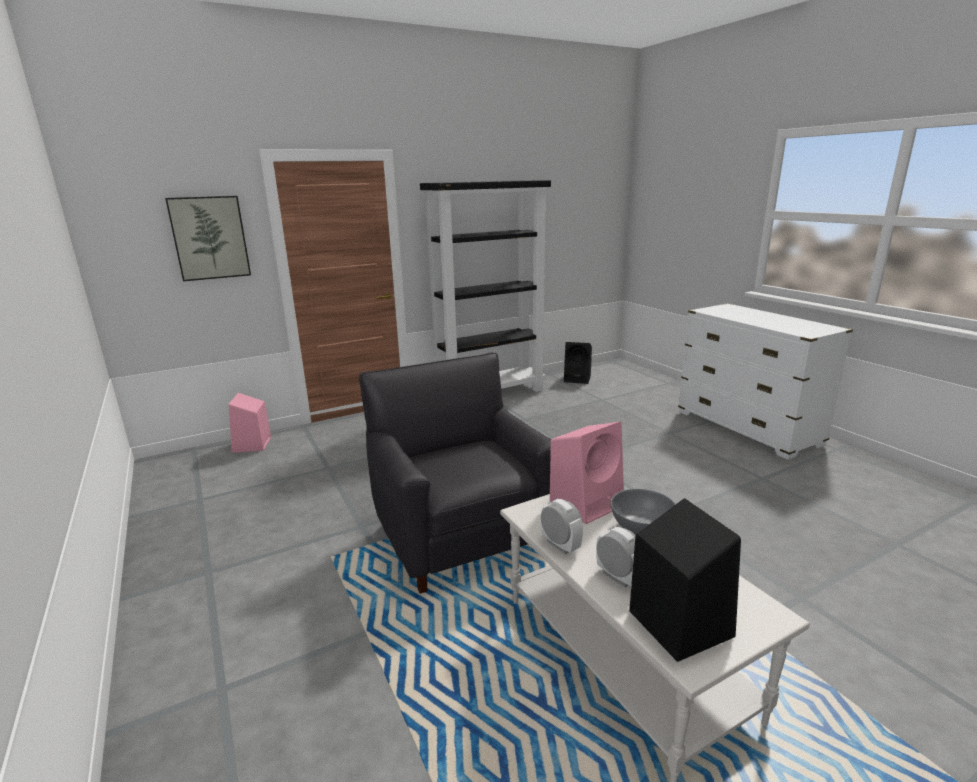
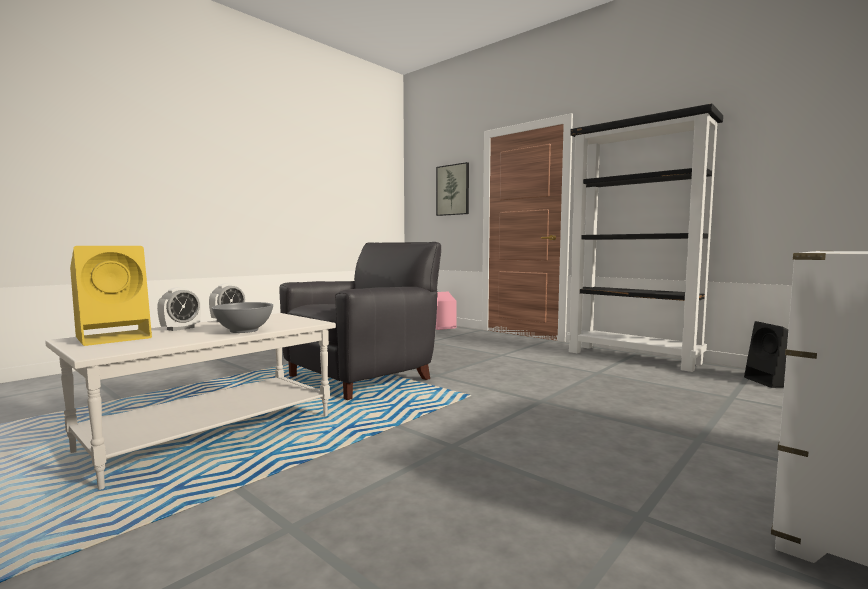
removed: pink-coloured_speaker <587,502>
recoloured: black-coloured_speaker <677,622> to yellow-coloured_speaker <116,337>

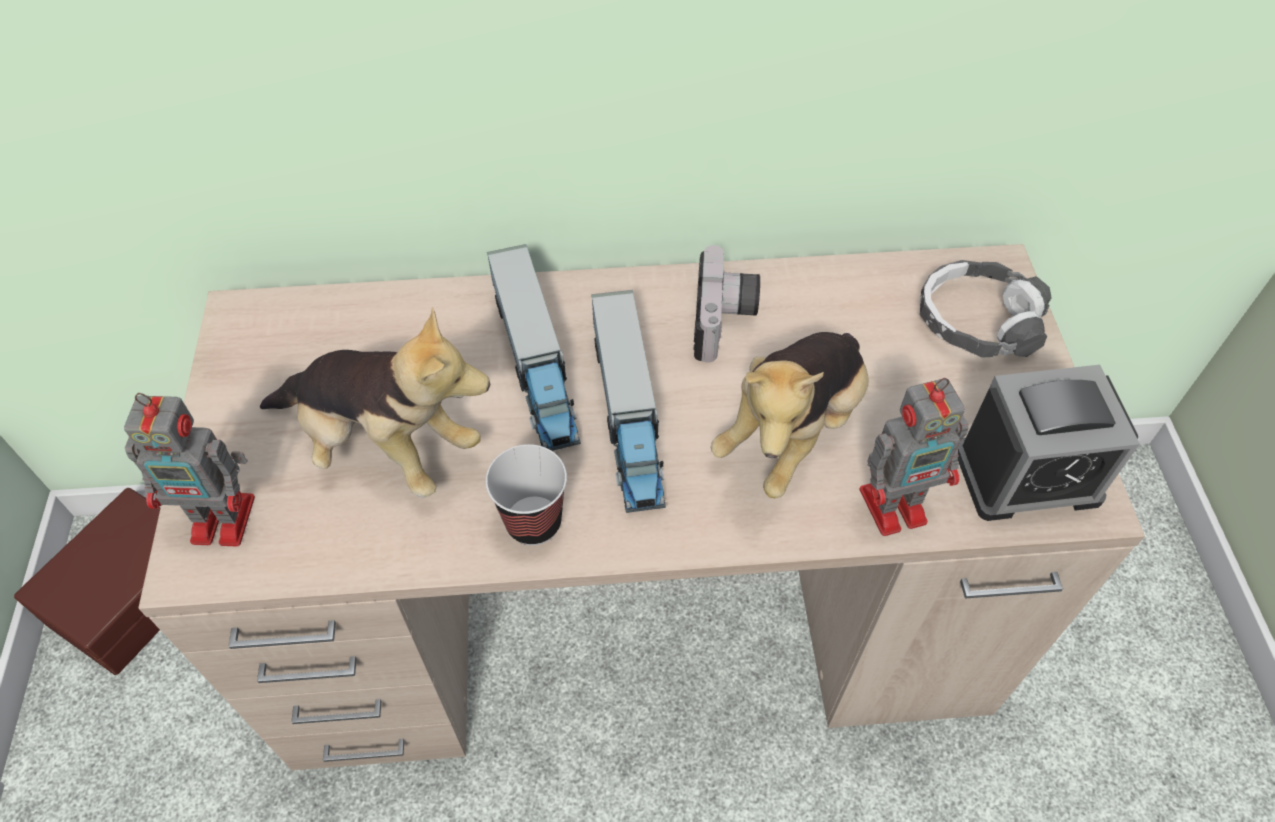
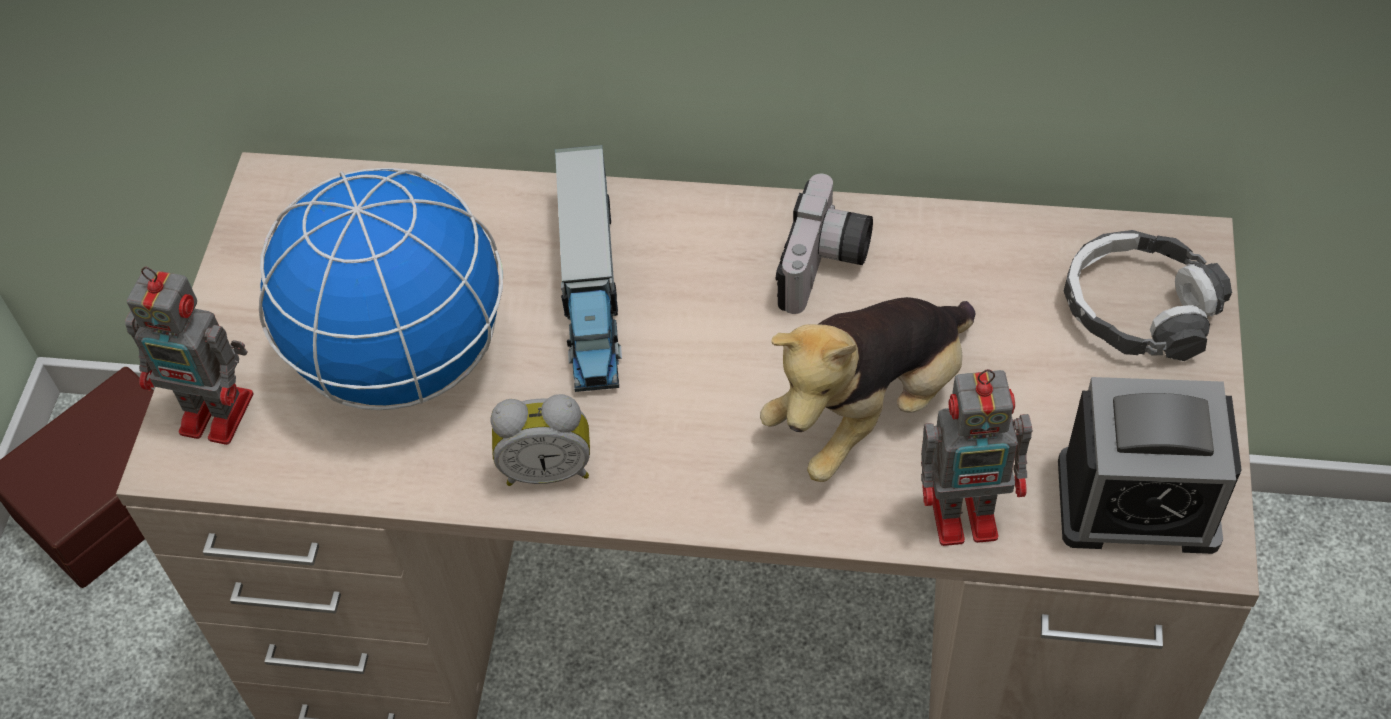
removed: model_truck <628,416>
replaced: plush_toy <383,446> to desk_globe <401,359>; drinking_cup <533,522> to alarm_clock <547,468>

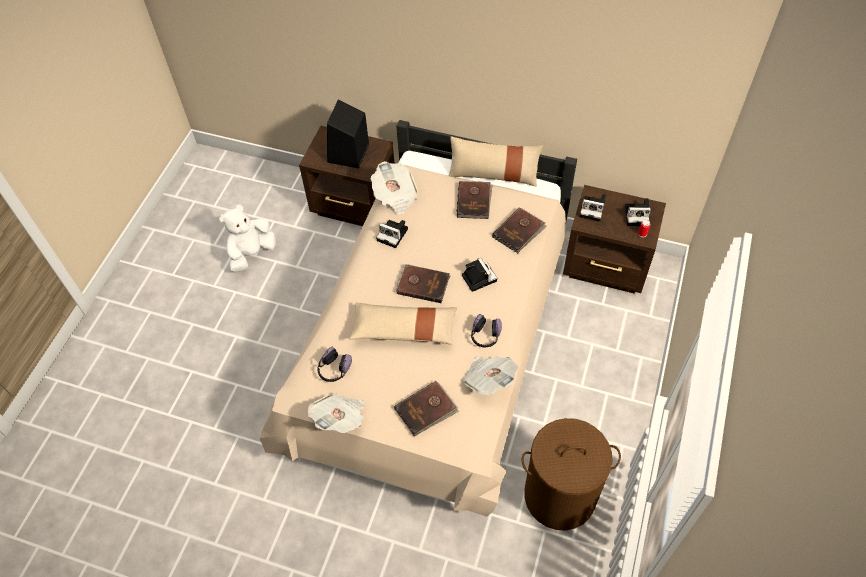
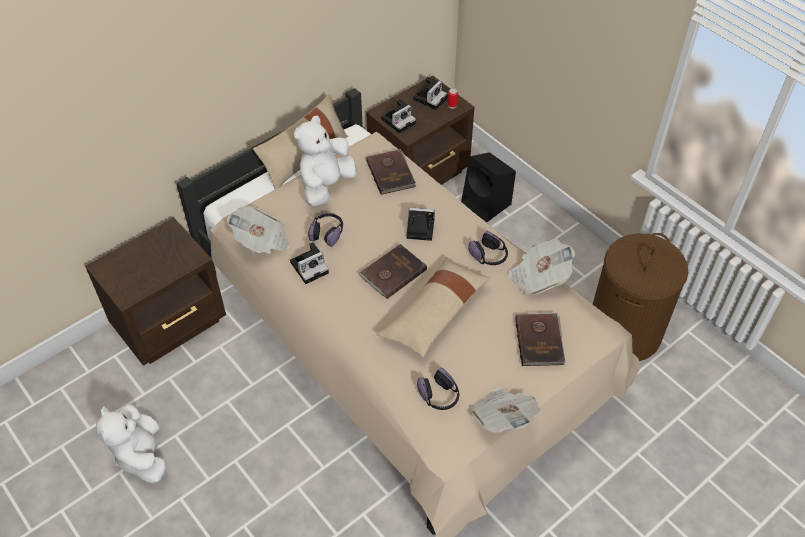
added: pair_of_headphones <327,233>
moved: black-coloured_speaker <348,154> to <487,204>
replaced: brown-coloured_bound_book <474,201> to white-coloured_plush_toy <326,186>

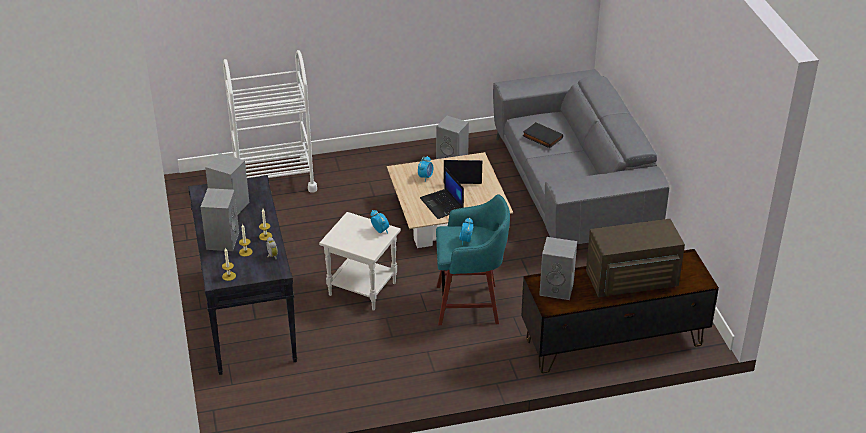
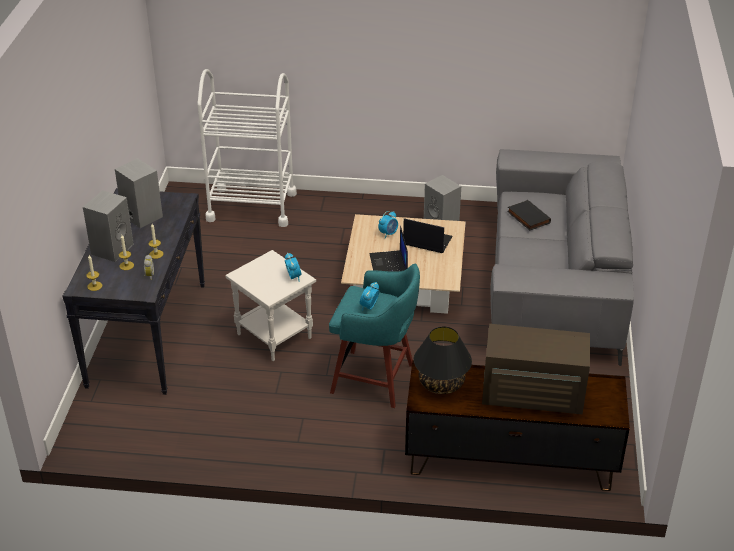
replaced: gray_speaker <557,288> to black-coloured_lamp_for_a_table <441,383>

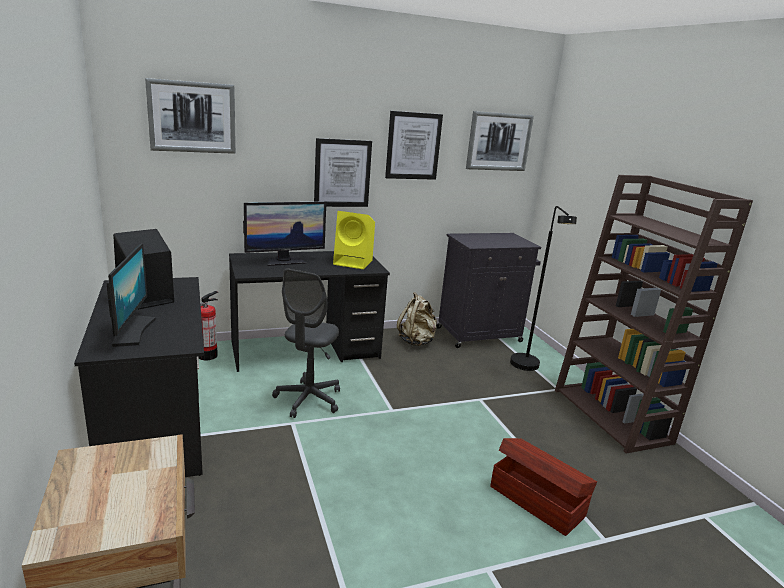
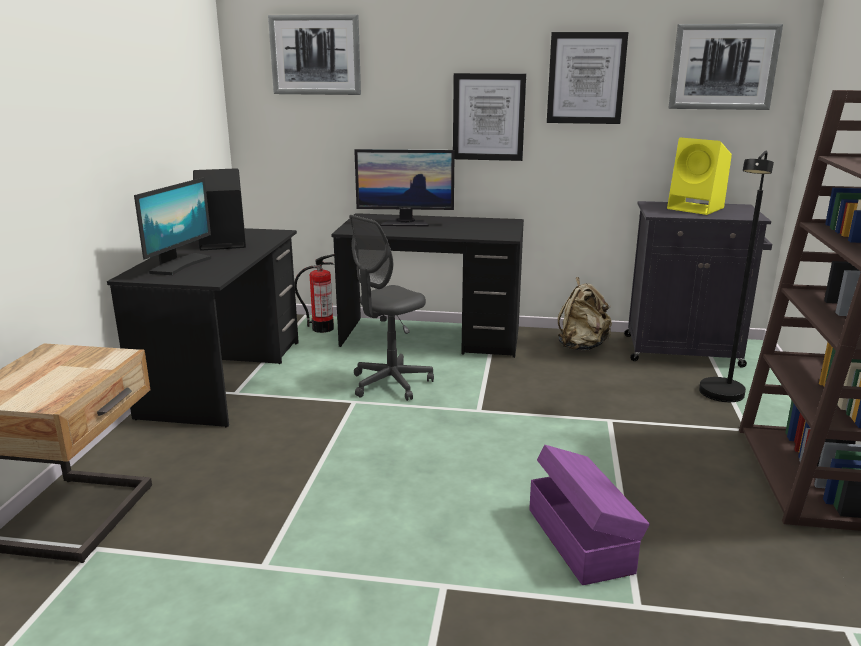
moved: yellow-coloured_speaker <354,262> to <697,208>
recoloured: brown-coloured_storage_bin <536,500> to purplish_storage_bin <580,539>

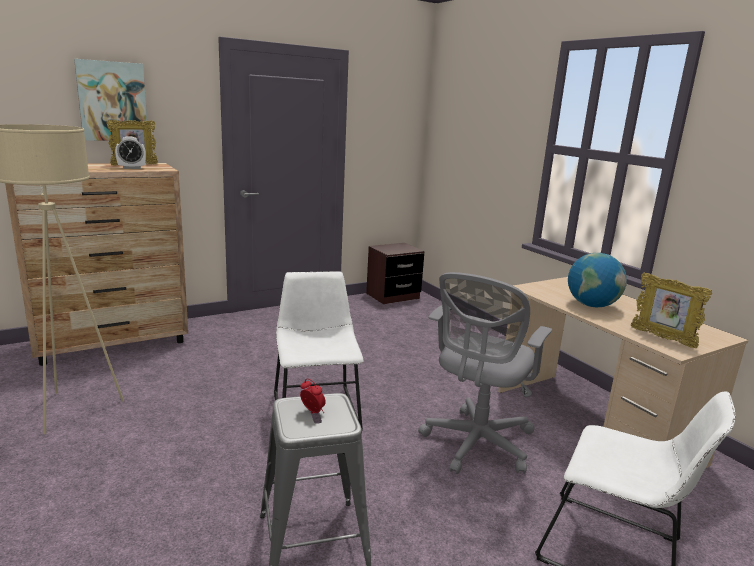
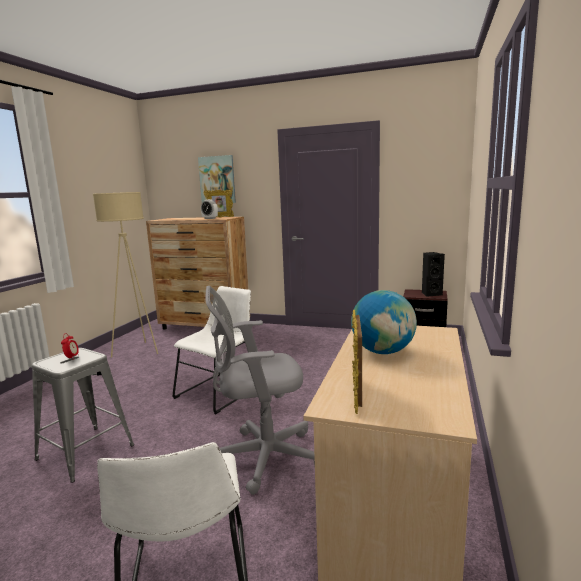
added: black-coloured_speaker <431,294>

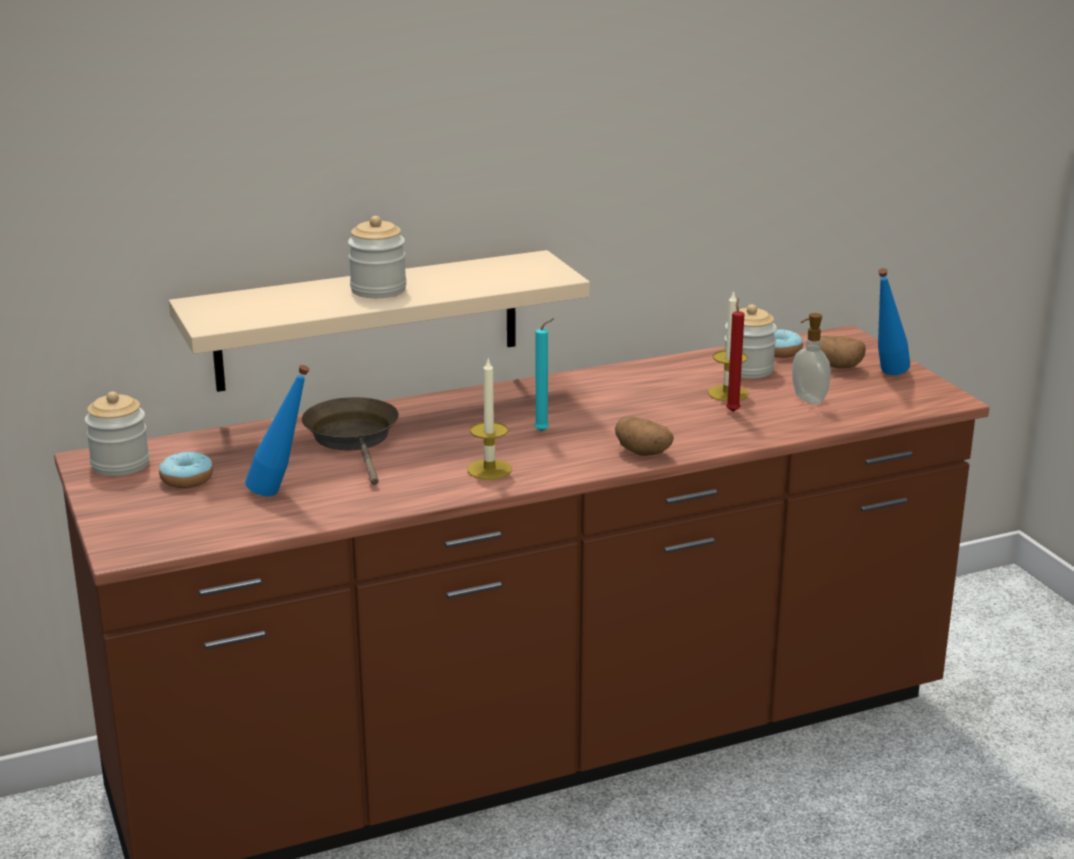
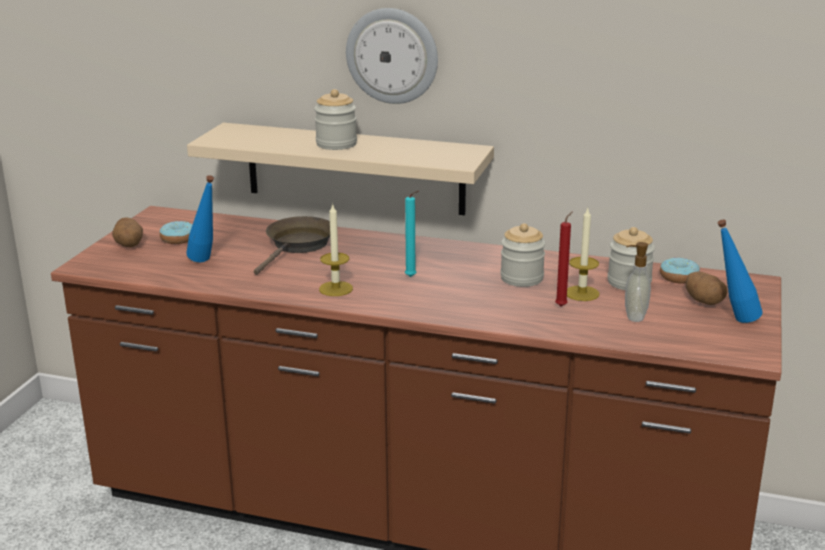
added: hanging_clock <392,55>
moved: storage_jar <120,464> to <521,278>; potato <644,453> to <129,245>

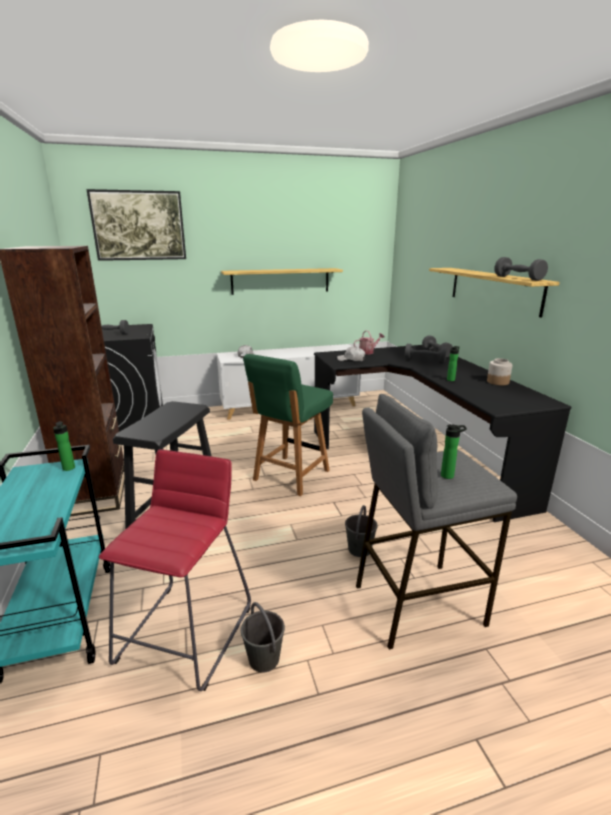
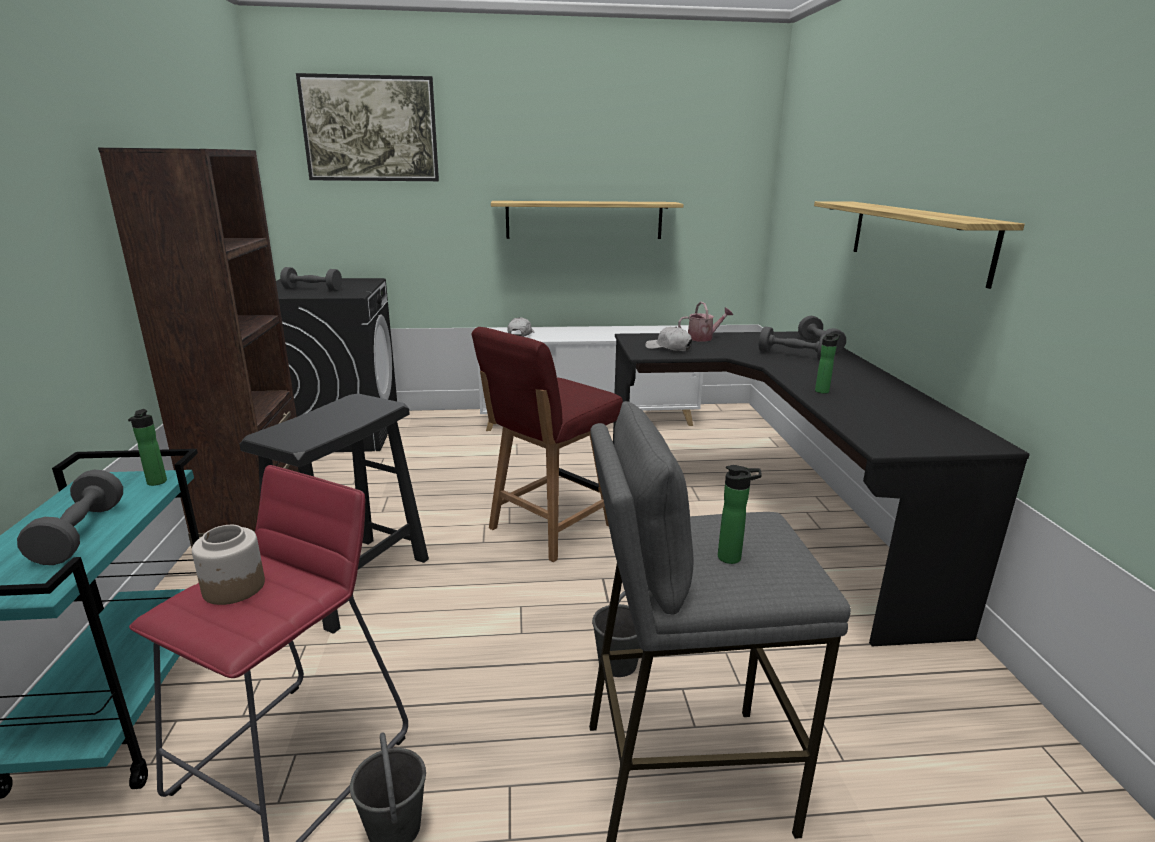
moved: gray_dumbbell <518,278> to <80,534>; storage_jar <497,382> to <233,587>
recoloured: green-coloured_upright_chair <290,476> to red-coloured_upright_chair <549,528>

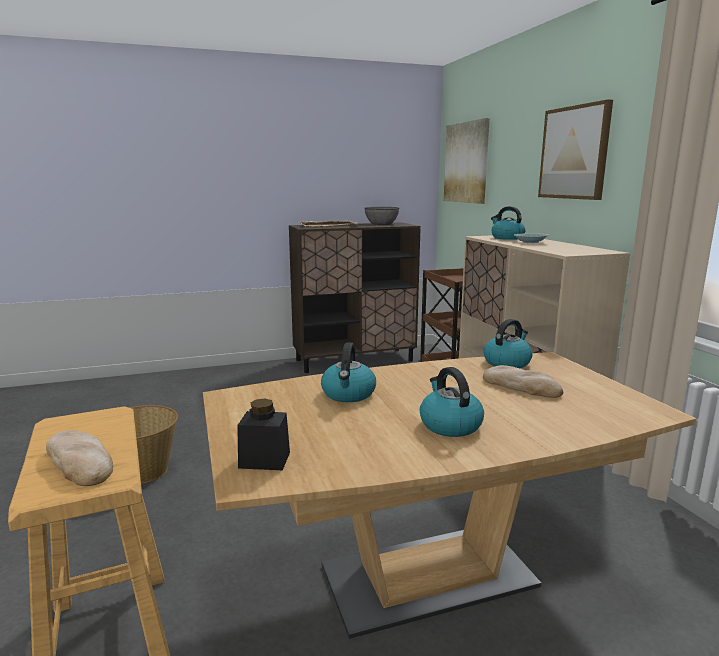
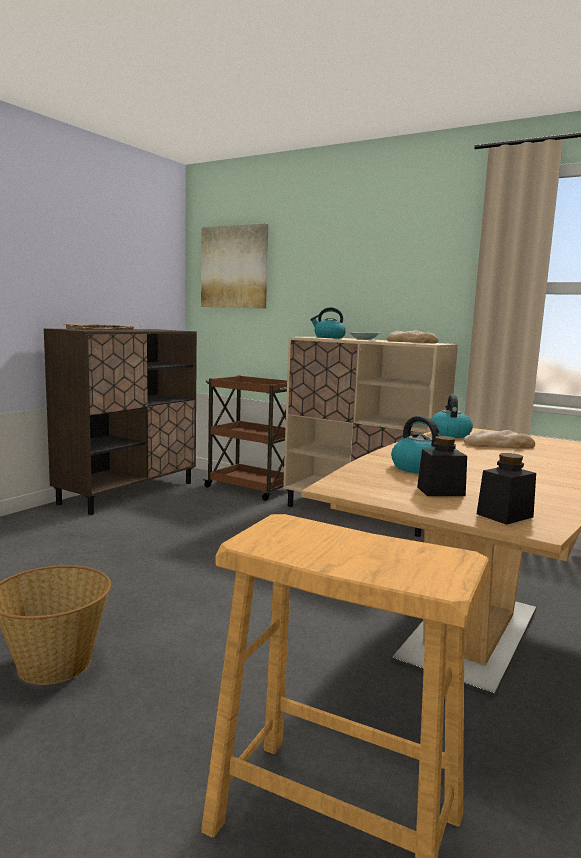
removed: wall_art <574,153>; gray_serving_bowl <381,224>; kettle <449,425>
added: black-coloured_storage_jar <440,491>
moved: bread <81,462> to <412,342>

